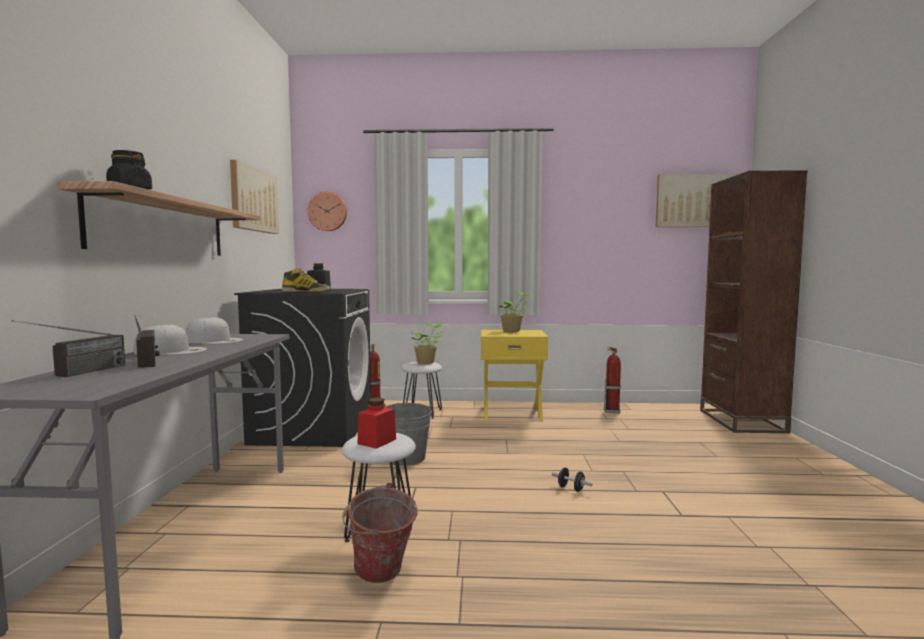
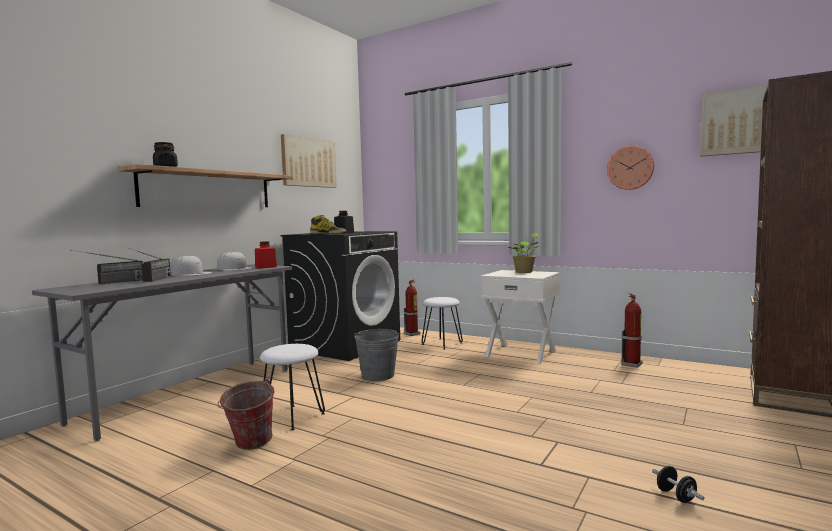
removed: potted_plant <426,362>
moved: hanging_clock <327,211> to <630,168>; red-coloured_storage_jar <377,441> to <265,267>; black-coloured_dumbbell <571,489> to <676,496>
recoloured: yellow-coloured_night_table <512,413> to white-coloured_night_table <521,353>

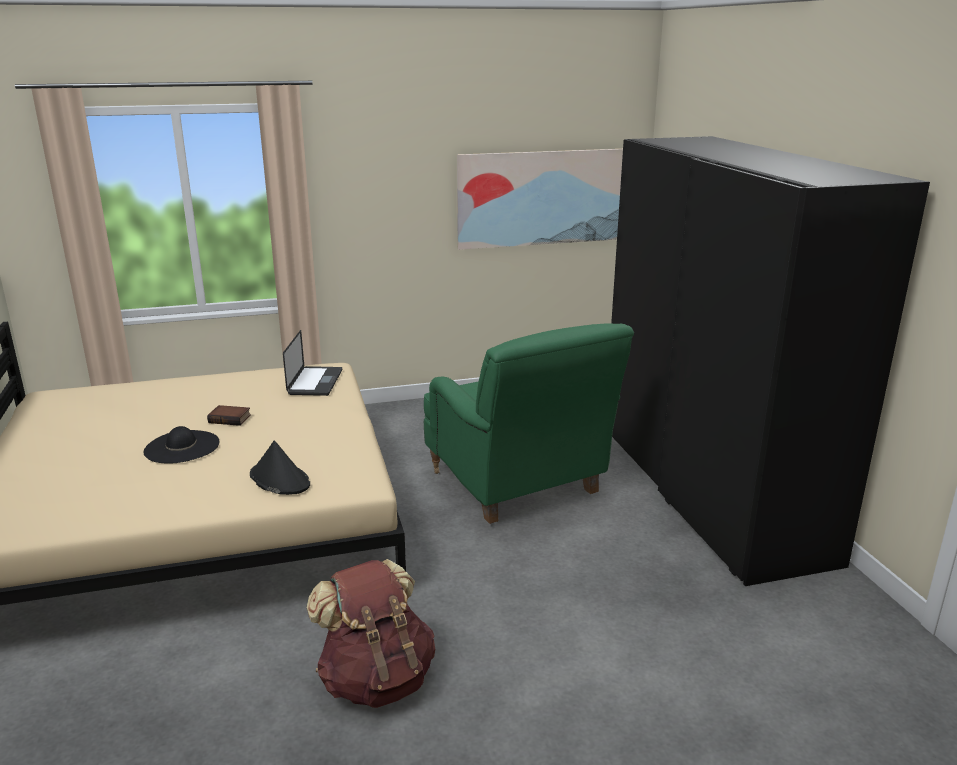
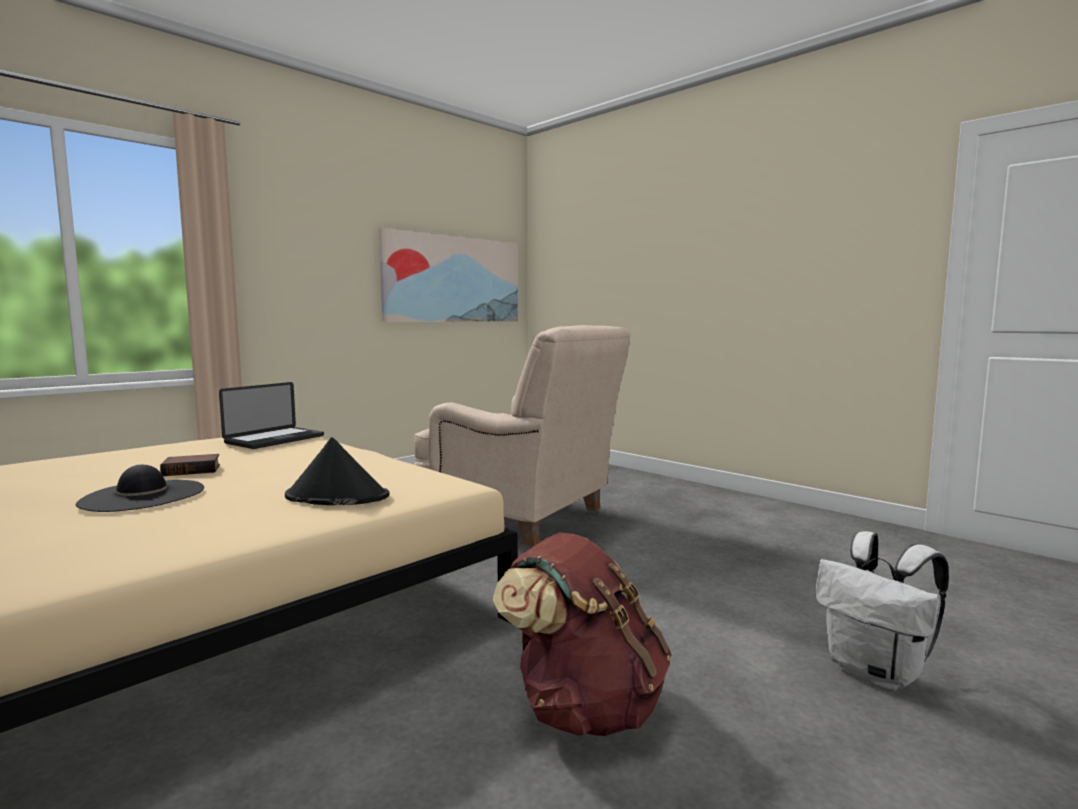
removed: black-coloured_wardrobe <708,490>
added: white-coloured_backpack <876,674>
recoloured: green-coloured_lounge_chair <518,486> to beige_lounge_chair <523,519>
turned: portable_computer <315,382> = <275,439> 60 degrees clockwise

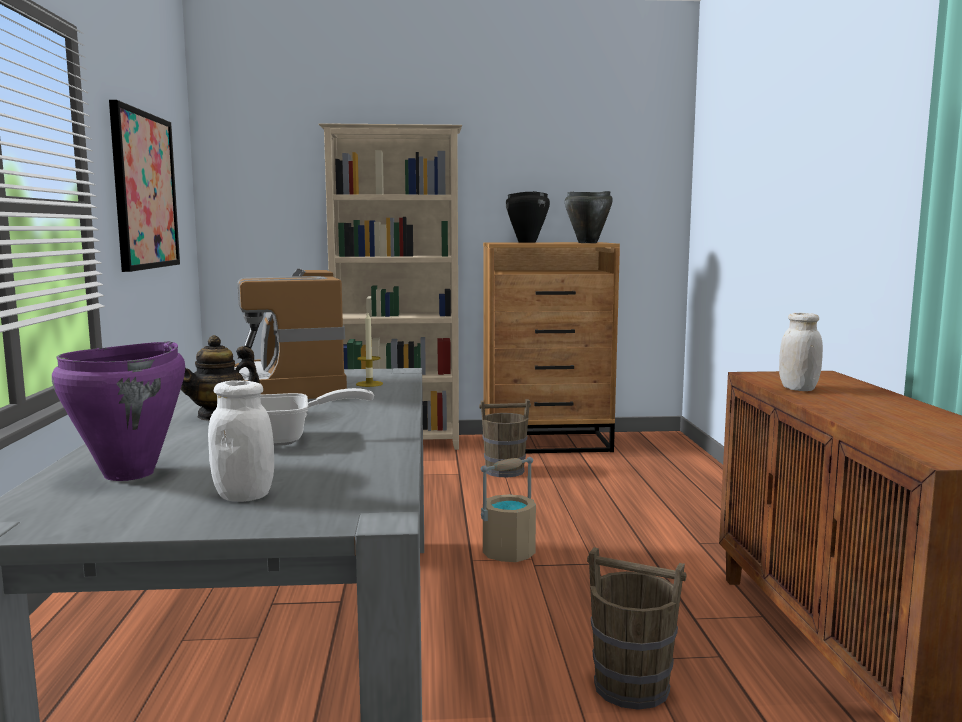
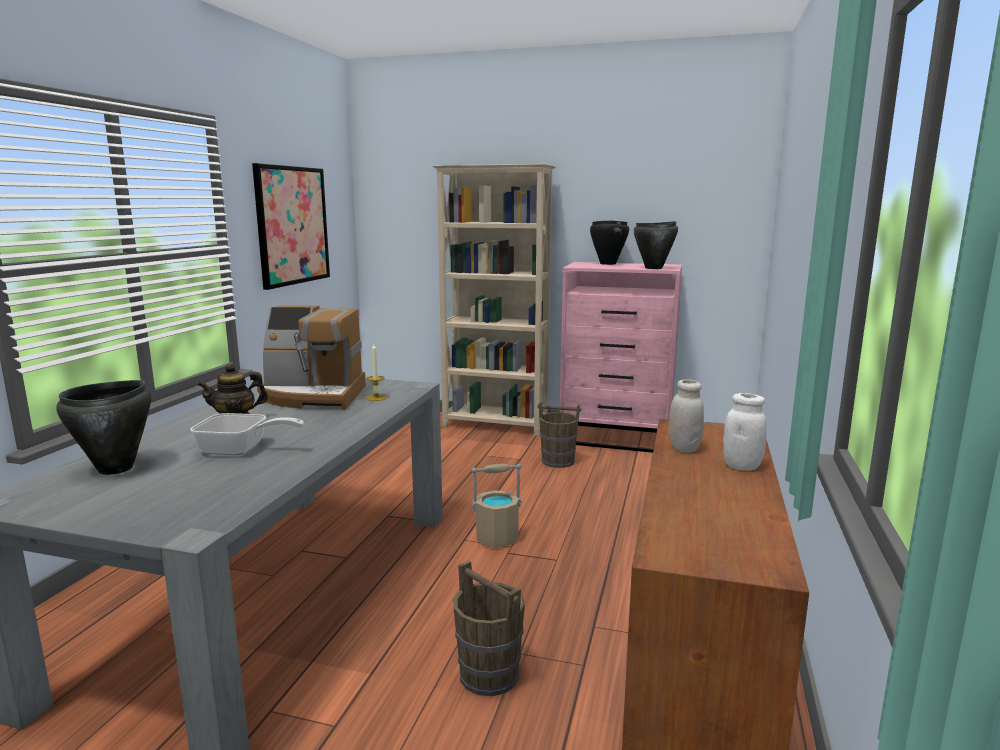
moved: white-coloured_storage_jar <244,496> to <741,466>
recoloured: brown-coloured_chest_of_drawers <547,443> to pink-coloured_chest_of_drawers <617,438>; purplish_stockpot <130,474> to black-coloured_stockpot <116,469>
turned: coffee_brewer <284,388> = <313,396> 90 degrees counterclockwise

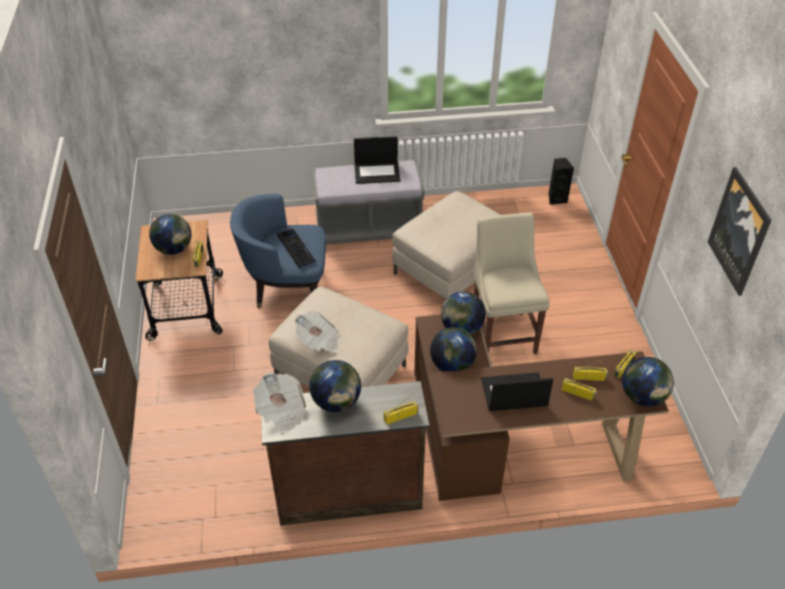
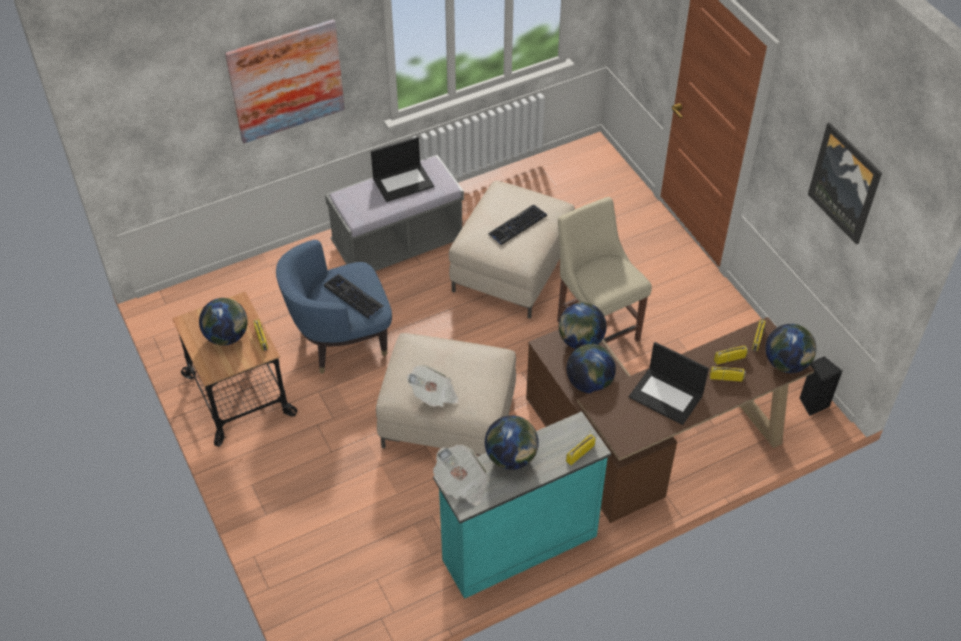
added: wall_art <286,80>; computer_keyboard <517,225>
moved: black-coloured_speaker <556,199> to <813,403>
recoloured: brown-coloured_chest_of_drawers <348,495> to turquoise-coloured_chest_of_drawers <518,546>
turned: portable_computer <513,393> = <667,396> 120 degrees counterclockwise

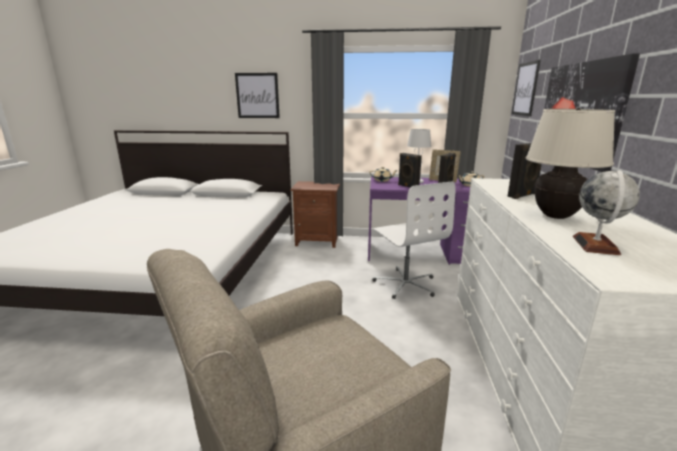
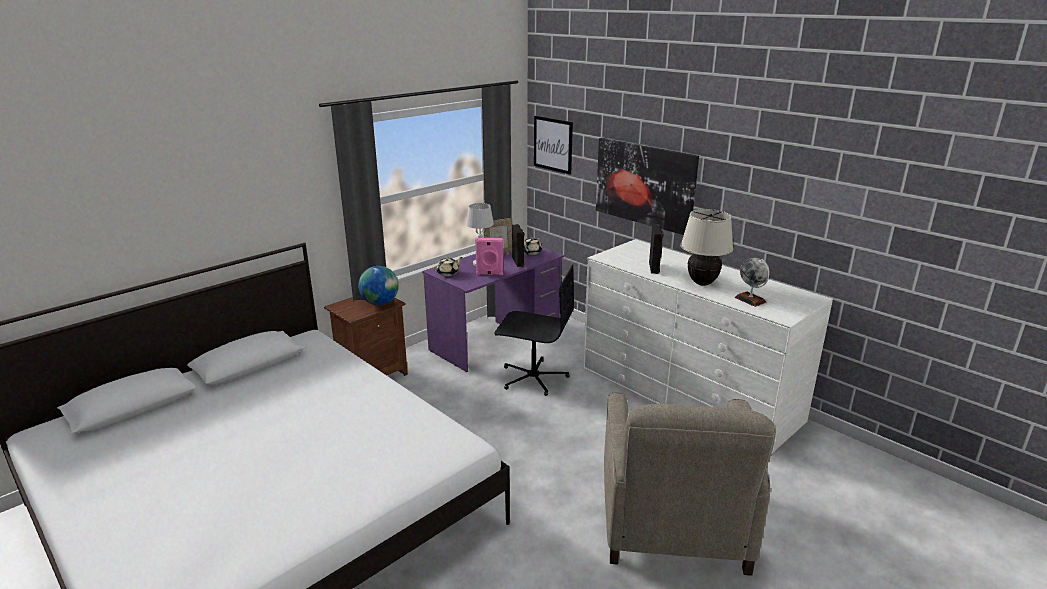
removed: wall_art <257,95>
added: desk_globe <380,303>
recoloured: black-coloured_speaker <407,186> to pink-coloured_speaker <489,274>; white-coloured_desk_chair <405,284> to black-coloured_desk_chair <533,377>

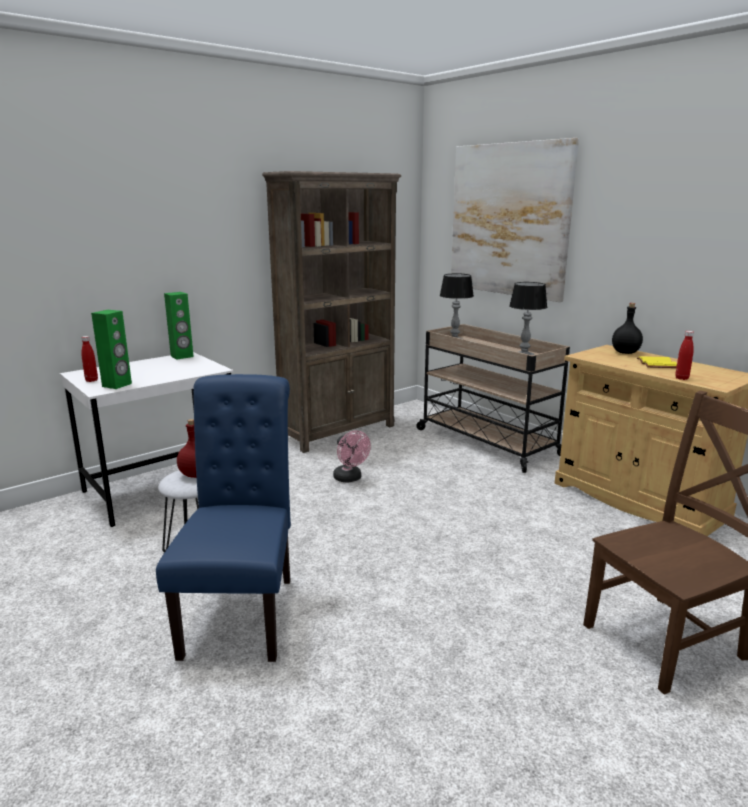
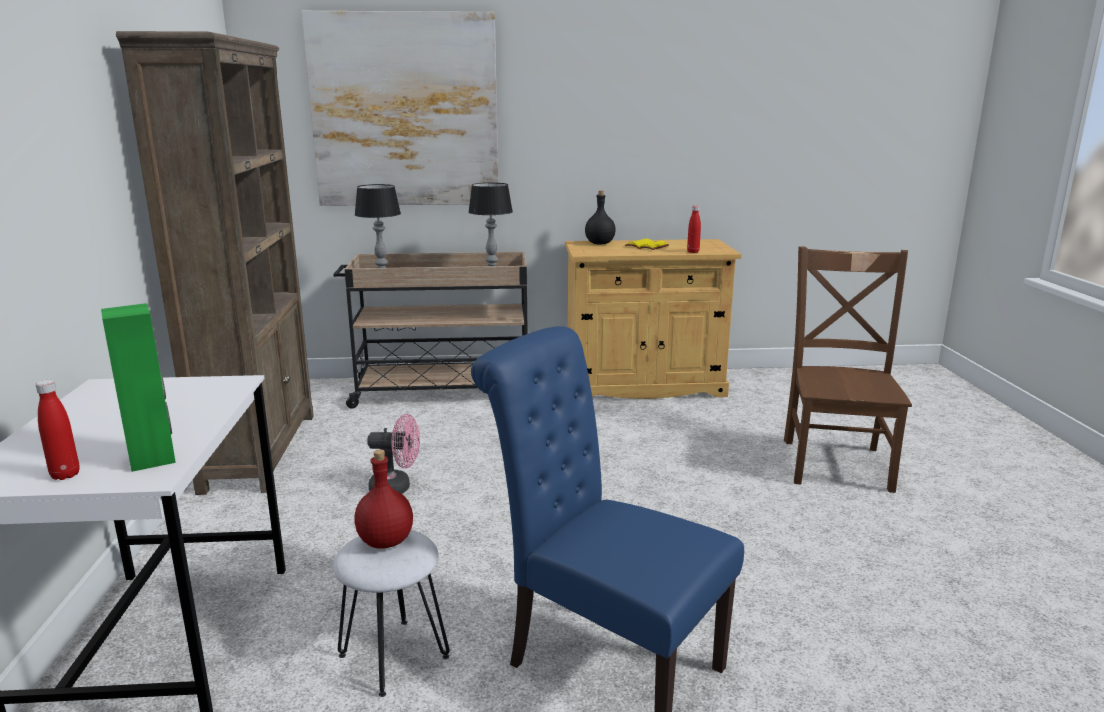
removed: green-coloured_speaker <182,356>

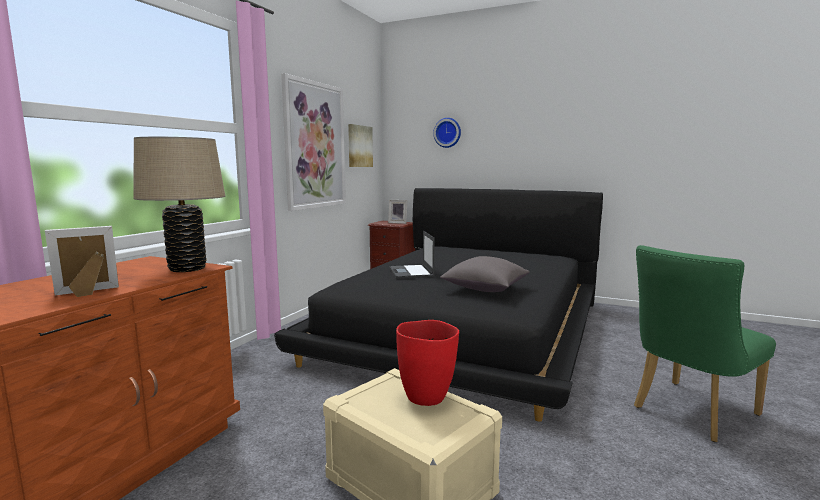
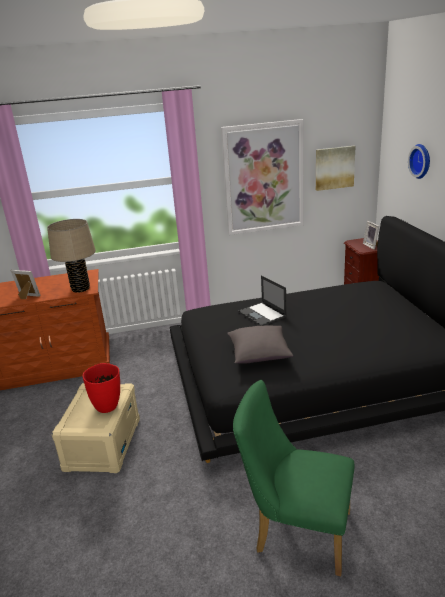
turned: portable_computer <411,272> = <262,314> 75 degrees counterclockwise

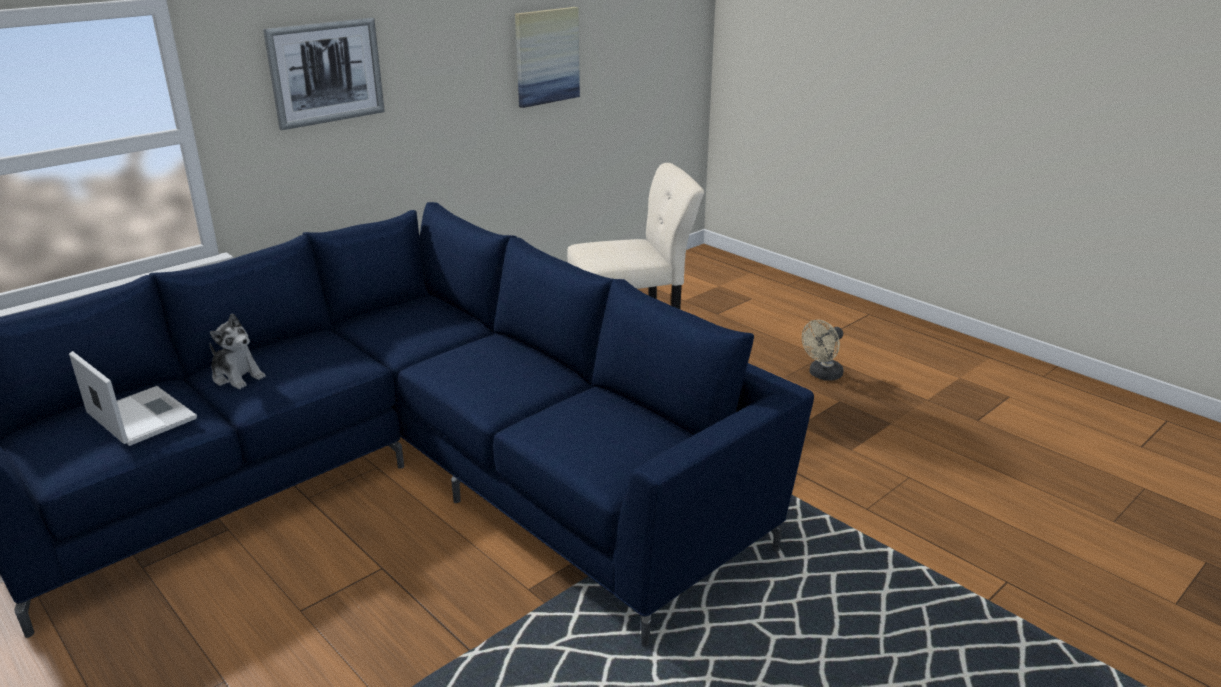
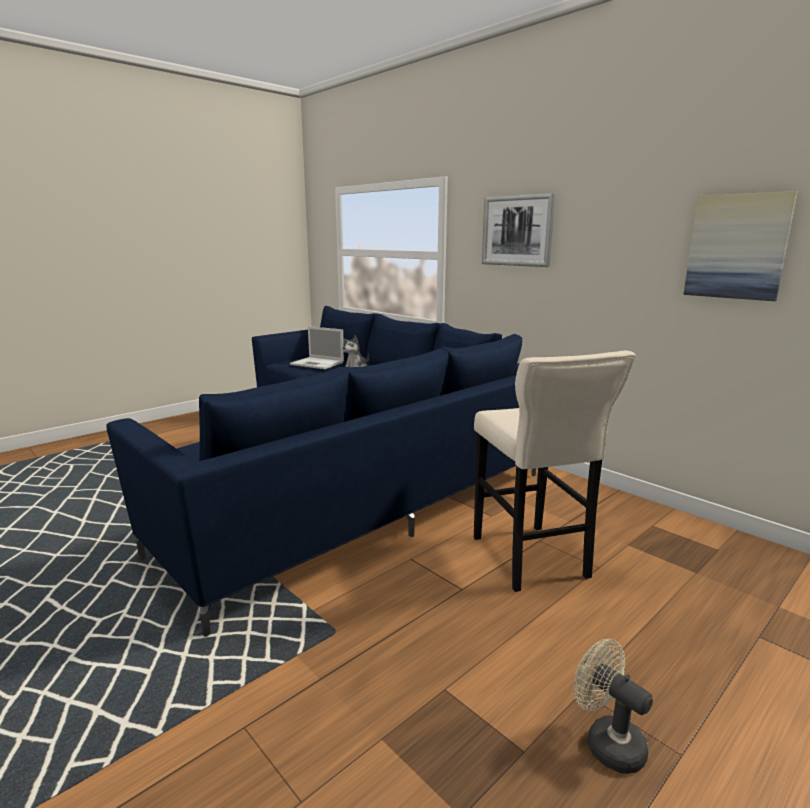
turned: portable_computer <140,416> = <318,363> 75 degrees clockwise

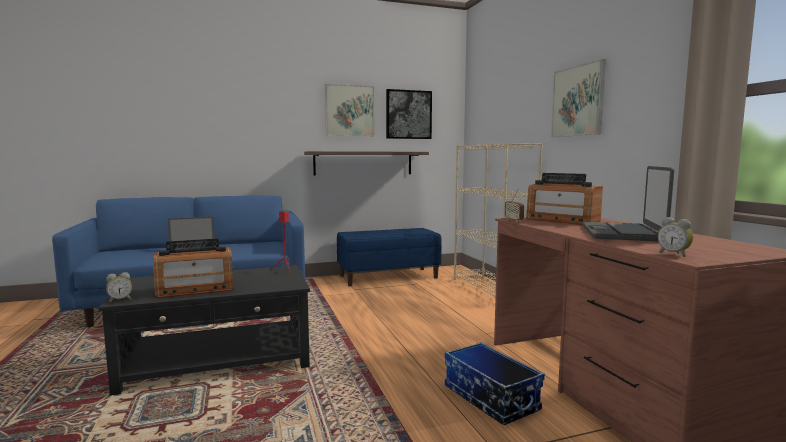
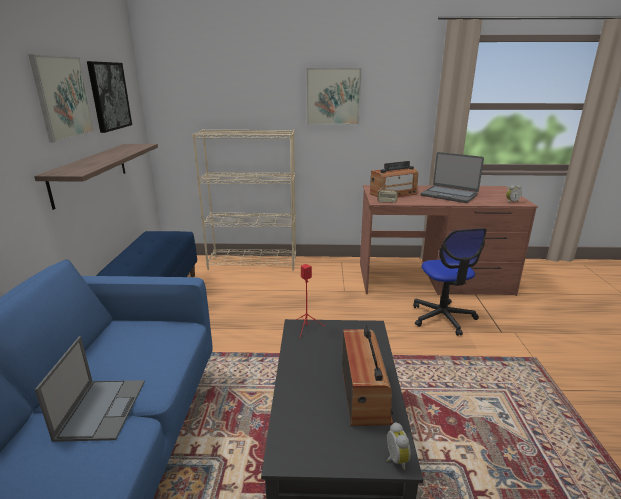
replaced: storage_bin <489,398> to desk_chair <443,317>

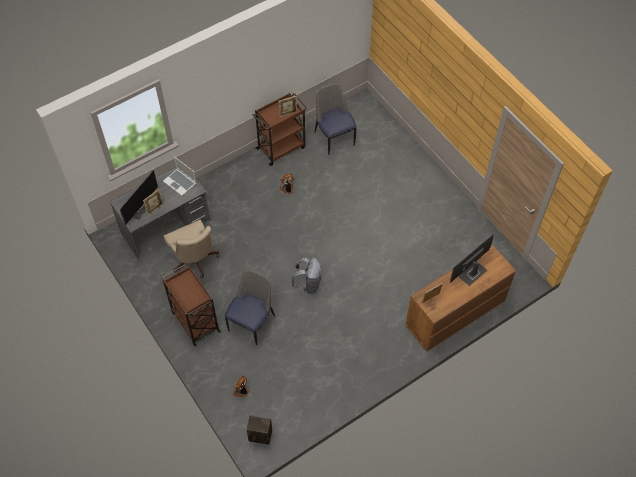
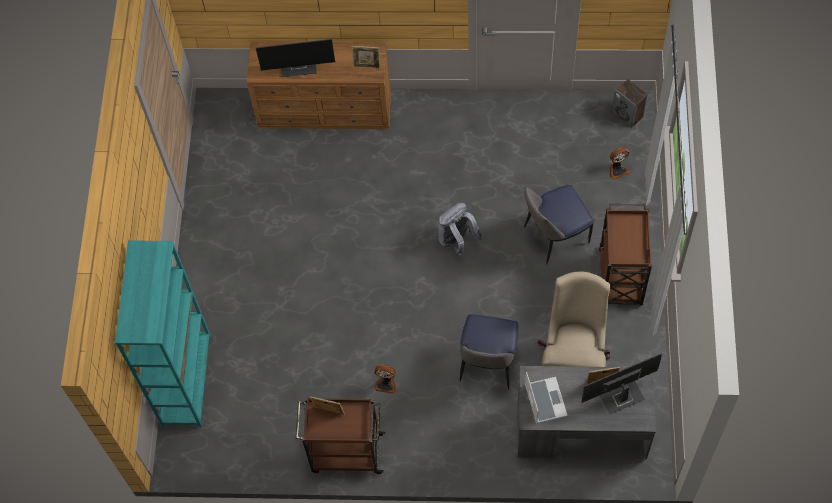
added: turquoise-coloured_bookcase <186,380>
moved: upright_chair <334,137> to <487,364>

